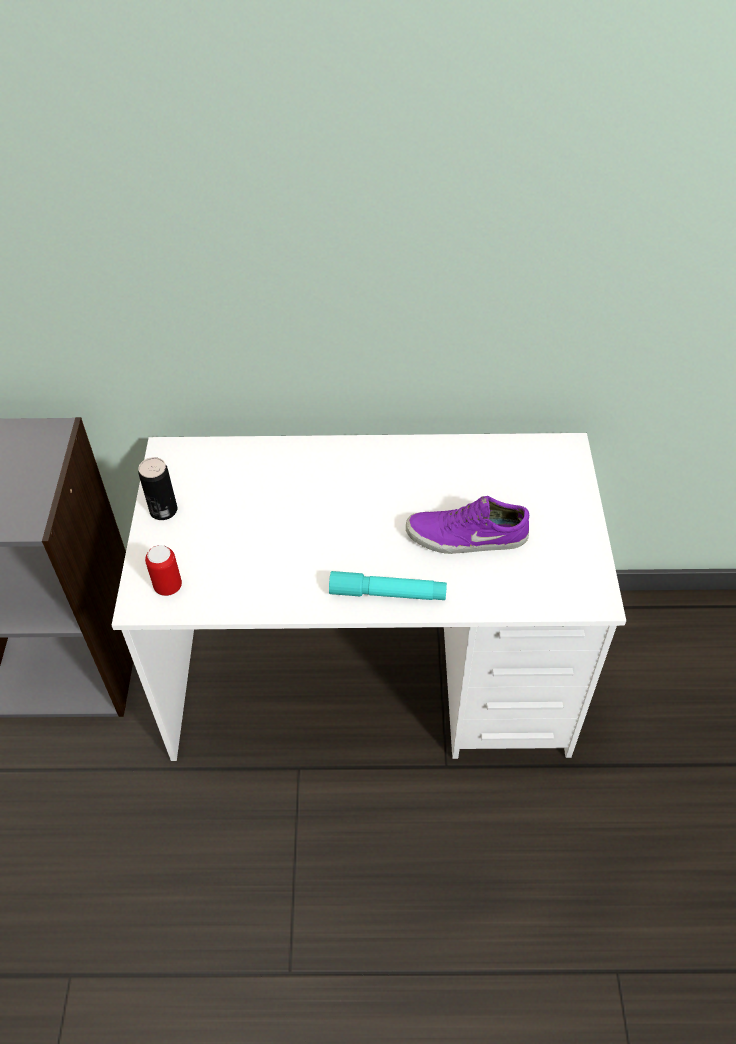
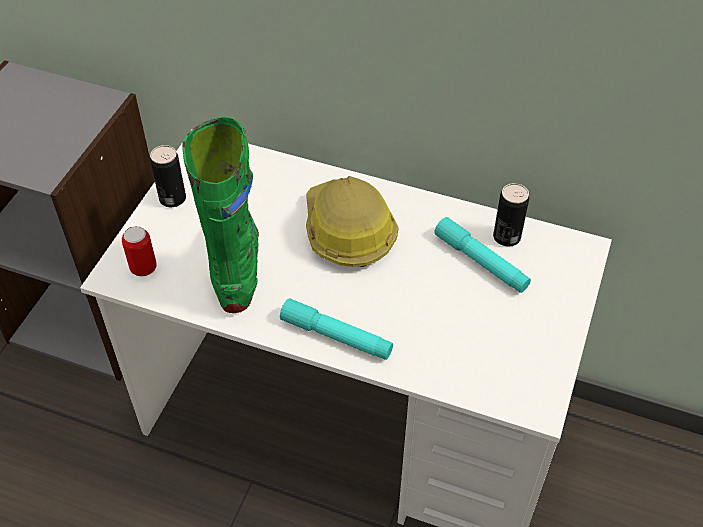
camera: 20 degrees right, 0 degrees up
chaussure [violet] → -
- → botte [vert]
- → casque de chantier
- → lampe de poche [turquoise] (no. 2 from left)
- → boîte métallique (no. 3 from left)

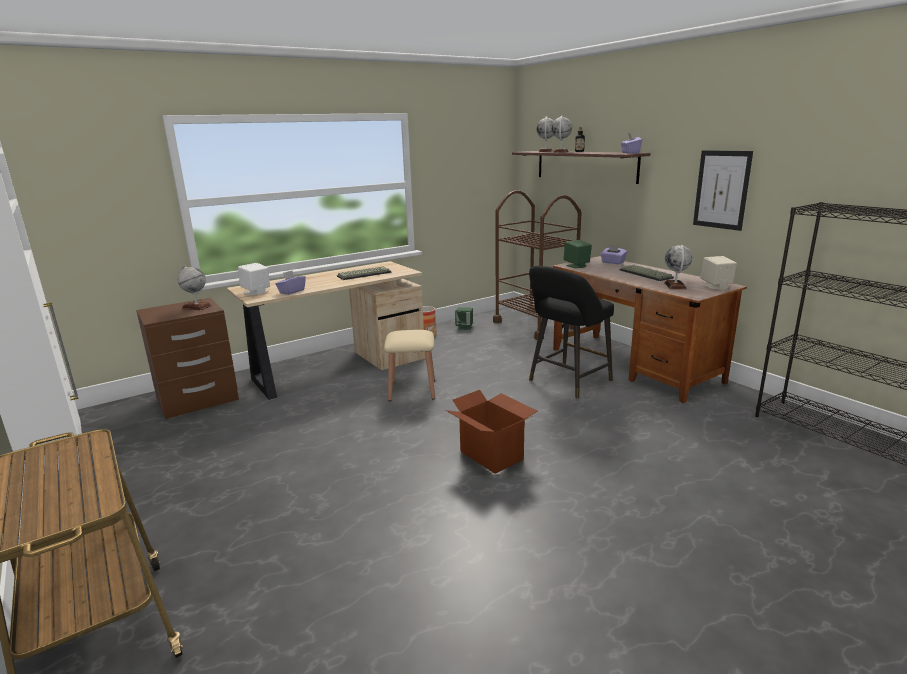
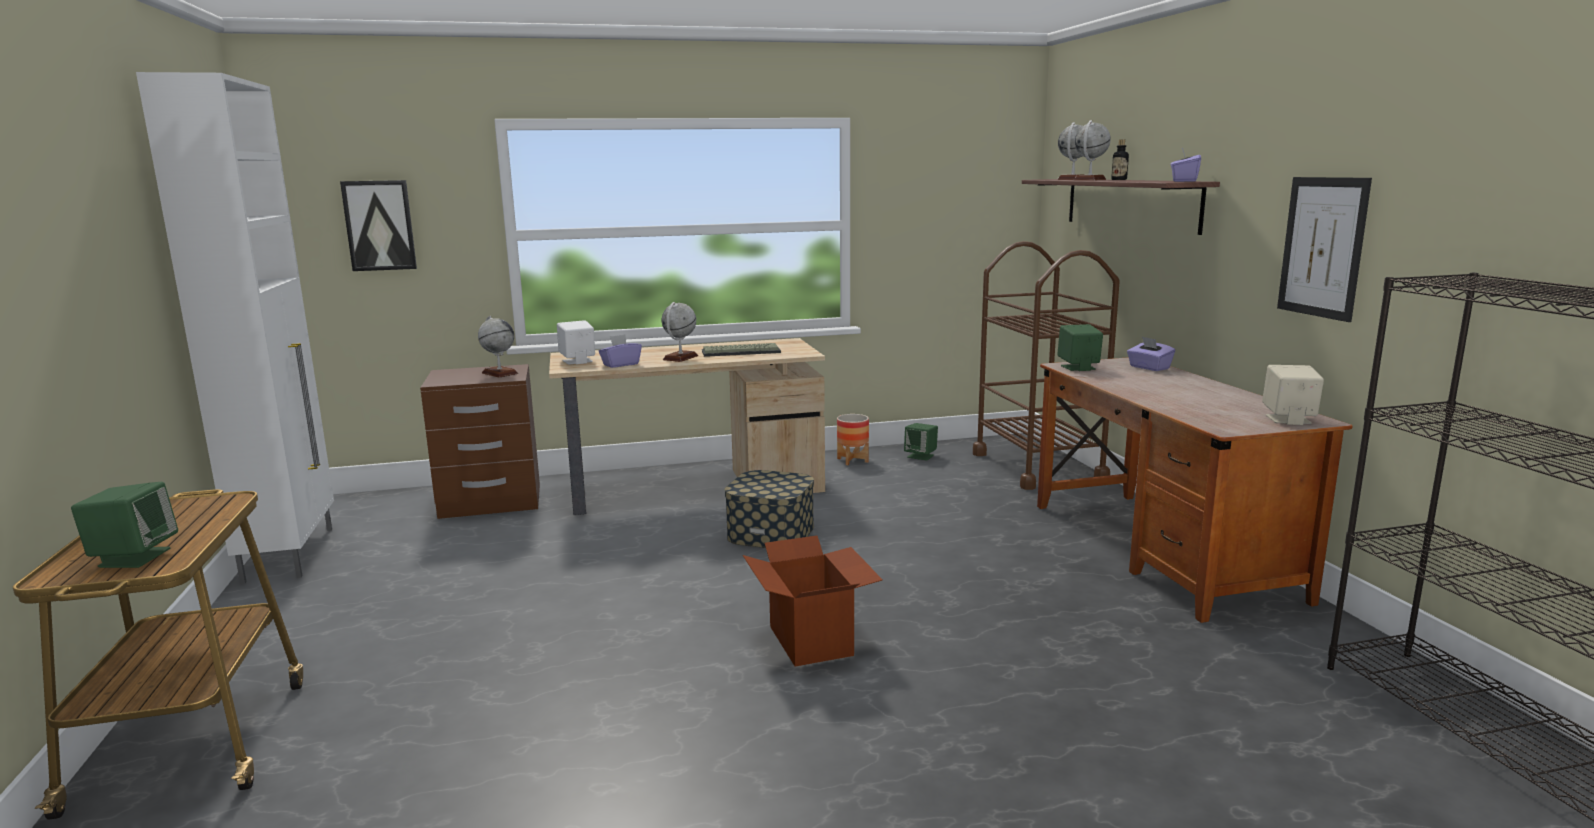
camera: 20 degrees right, 5 degrees down
tabouret [noir] → -
clavier (no. 2 from left) → -
- → enceinte [vert] (no. 1 from left)
- → tableau (no. 1 from left)
globe (no. 4 from left in the first image) → globe (no. 2 from left), relocated
tabouret [beige] → boîte de rangement

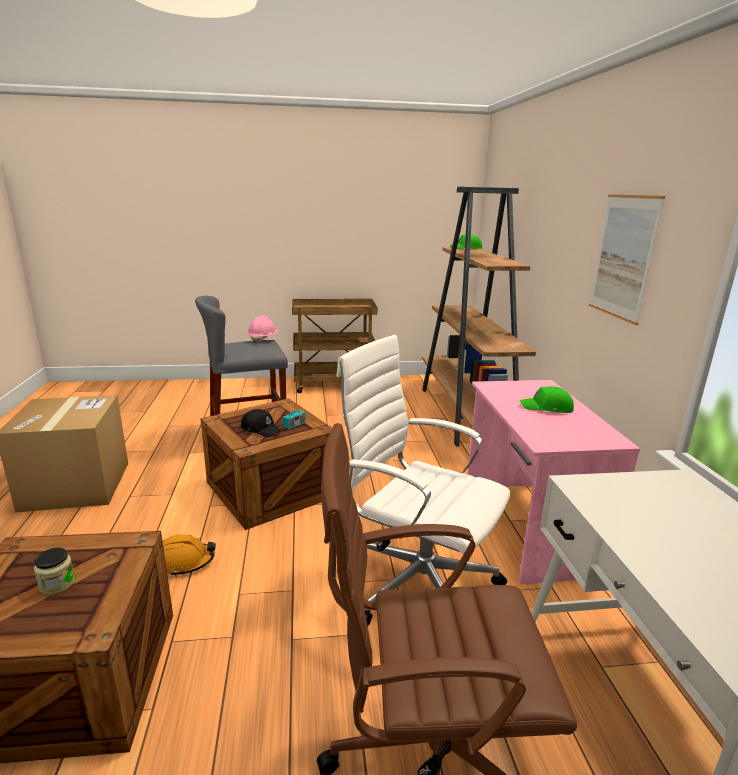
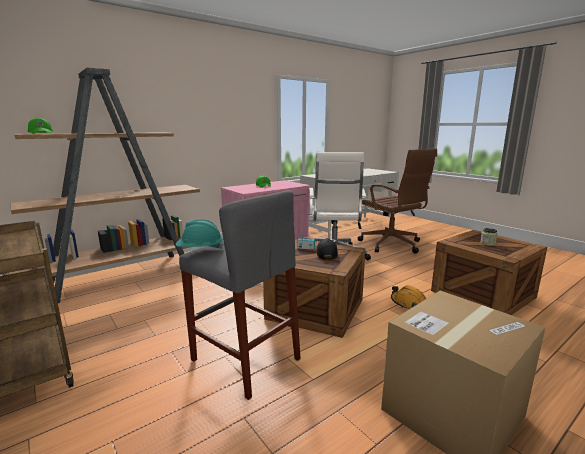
camera: 120 degrees left, 5 degrees down
tableau → -
casque de chantier [rose] → casque de chantier [turquoise]

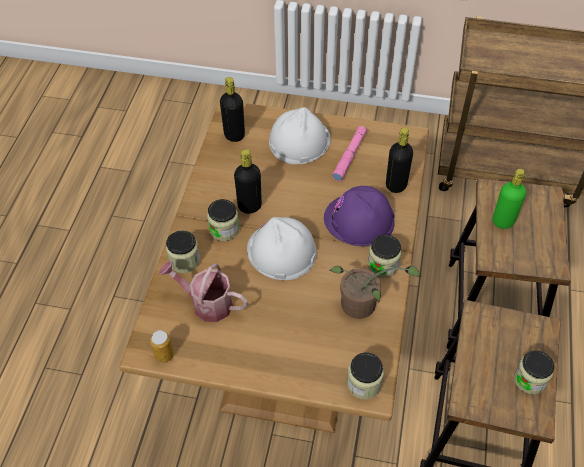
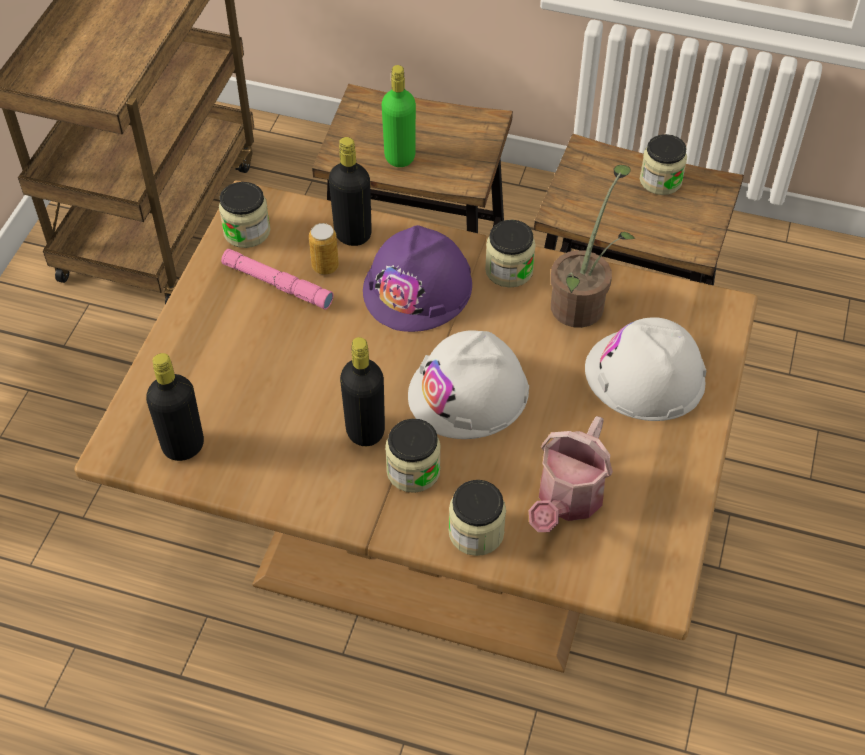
camera: 85 degrees left, 0 degrees up
boîte métallique, relocated
casque de chantier [blanc] (no. 2 from left), relocated
bocal (no. 3 from left in the first image) → bocal (no. 1 from left), relocated

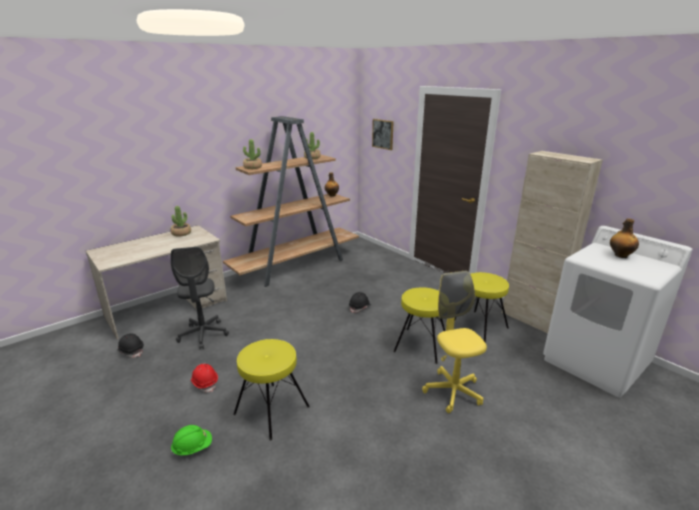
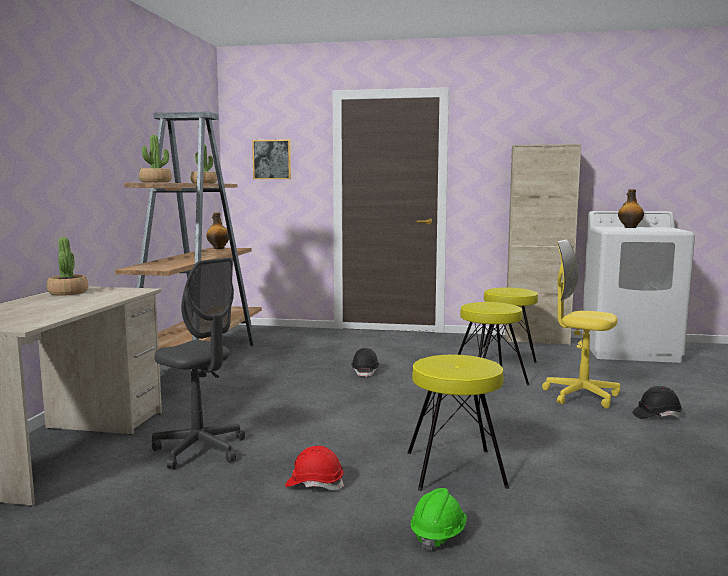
camera: 40 degrees left, 15 degrees down
casque de chantier [noir] (no. 1 from left in the first image) → casque de chantier [noir] (no. 2 from left), relocated

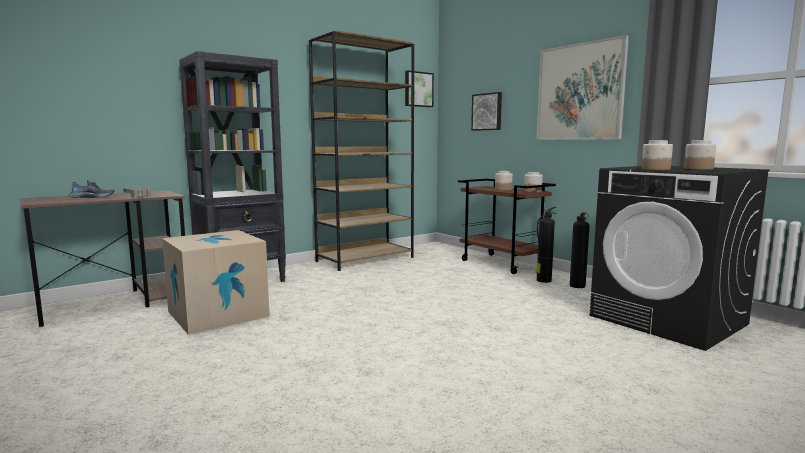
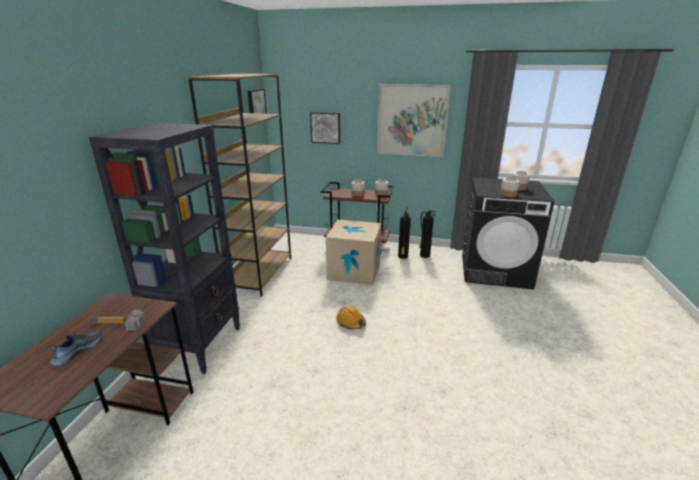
camera: 40 degrees left, 15 degrees up
- → casque de chantier [orange]
carton, relocated

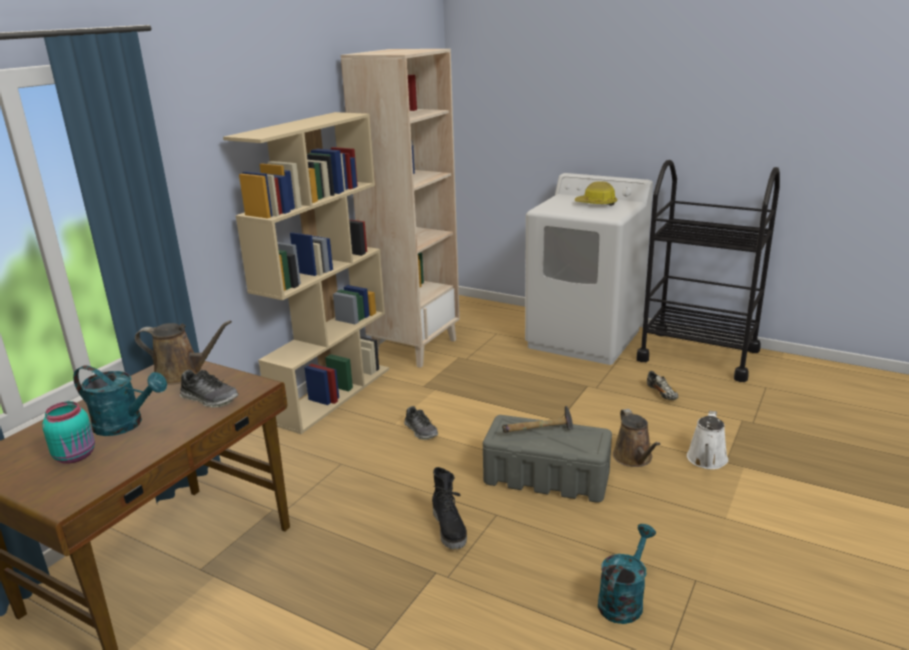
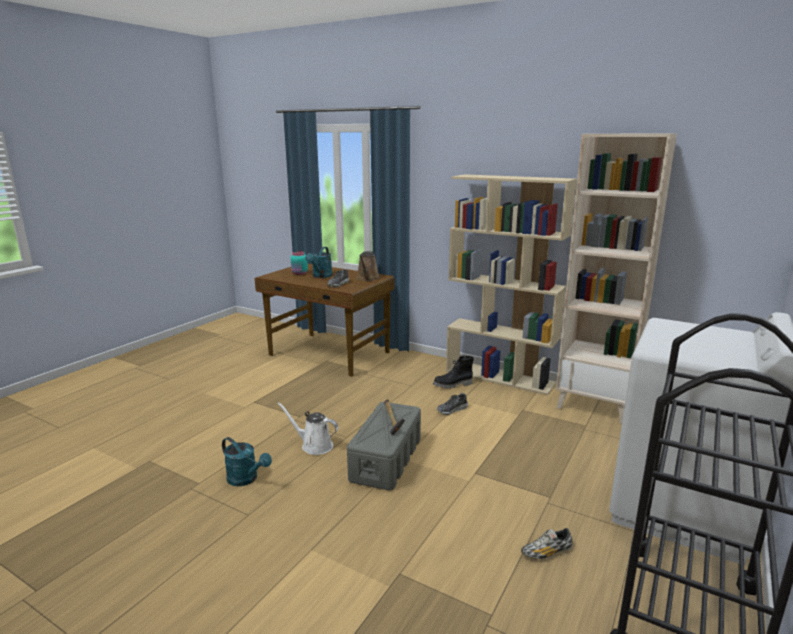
camera: 90 degrees right, 5 degrees down
casque de chantier → -
arrosoir [marron] (no. 2 from left) → -
botte [noir], relocated
arrosoir [blanc], relocated

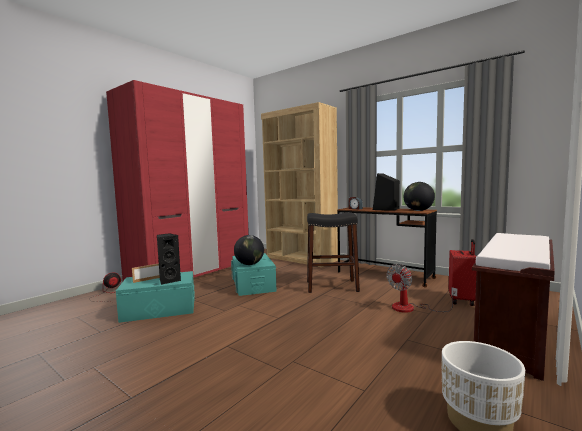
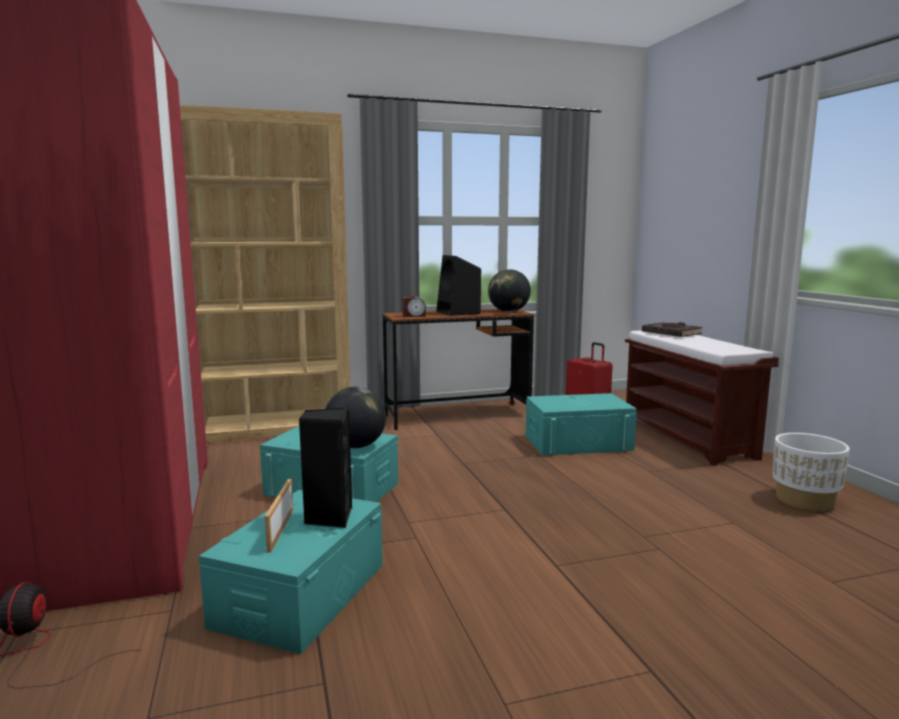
camera: 55 degrees left, 5 degrees up
tabouret [noir] → -
- → livre [noir]
ventilateur (no. 2 from left) → boîte de rangement [turquoise] (no. 3 from left)

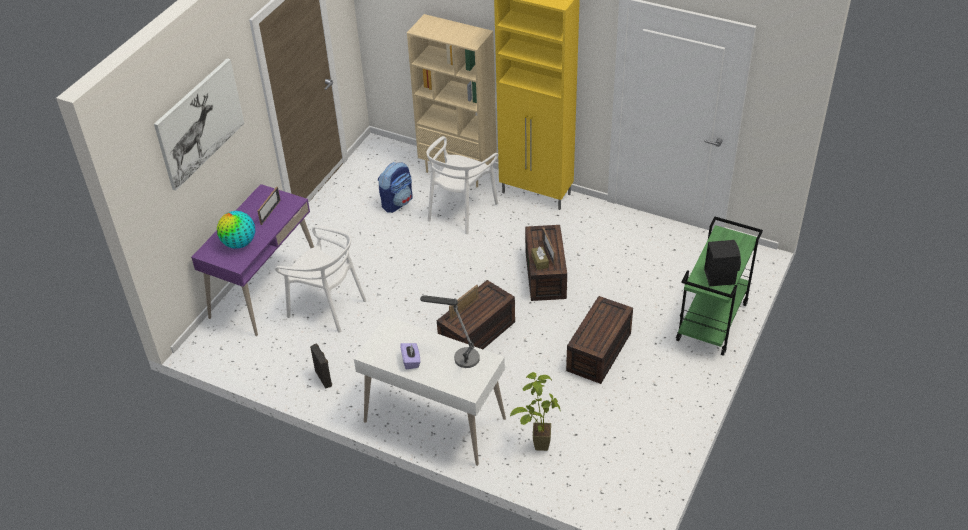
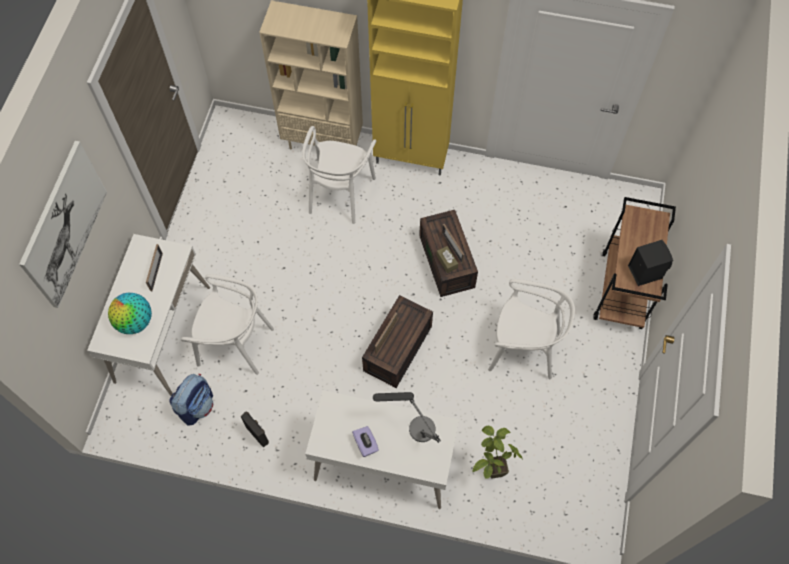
camera: 15 degrees left, 20 degrees up
sac à dos, relocated
boîte de rangement [marron] (no. 3 from left) → chaise [blanc] (no. 3 from left)
bureau [violet] → bureau [blanc] (no. 1 from left)
chariot [vert] → chariot [marron]

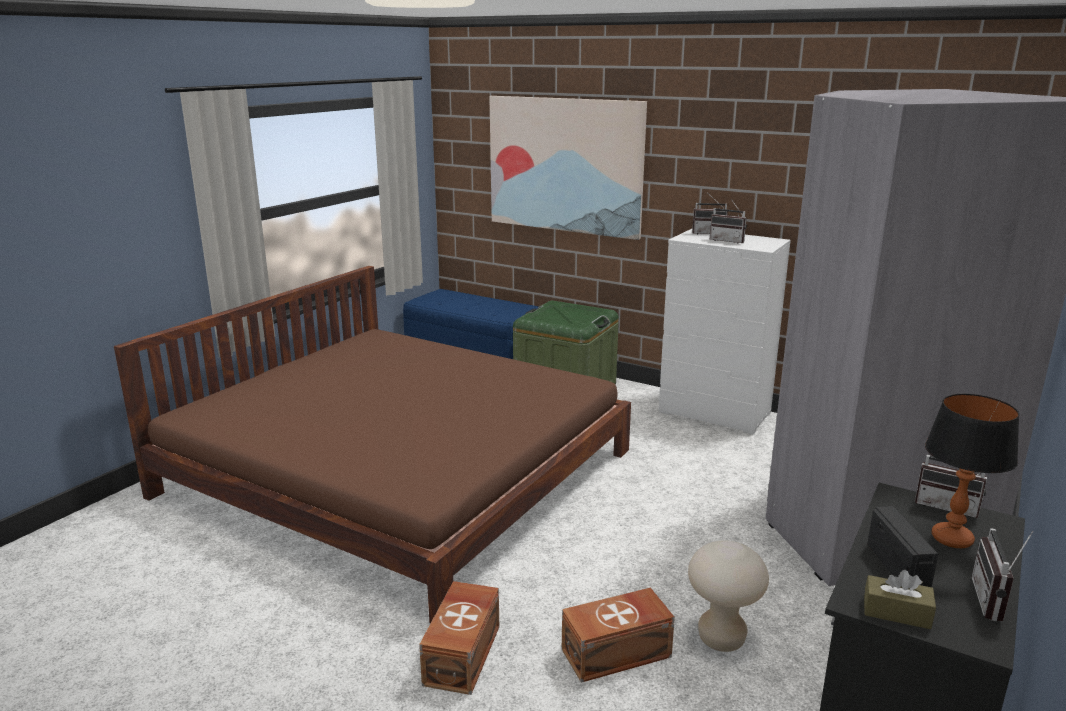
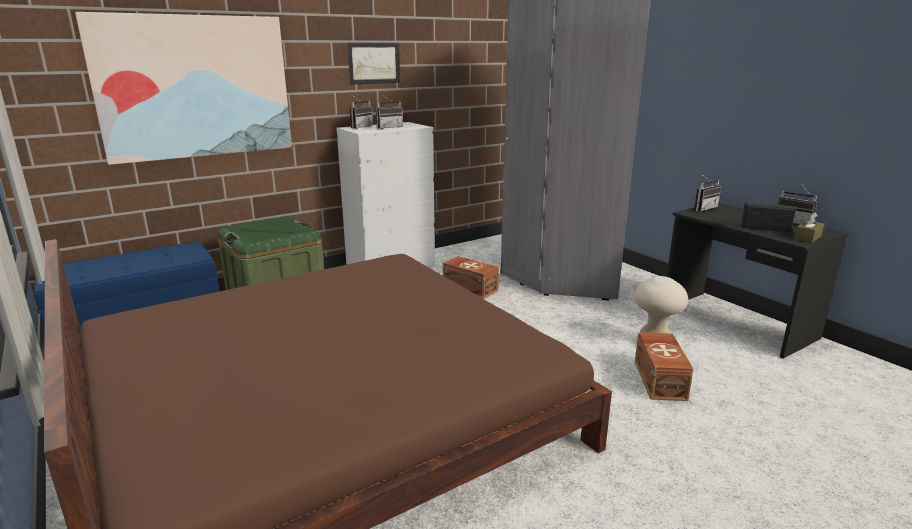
camera: 65 degrees left, 0 degrees up
lampe de table → -
- → tableau (no. 2 from left)
boîte de rangement [marron] (no. 1 from left), relocated

